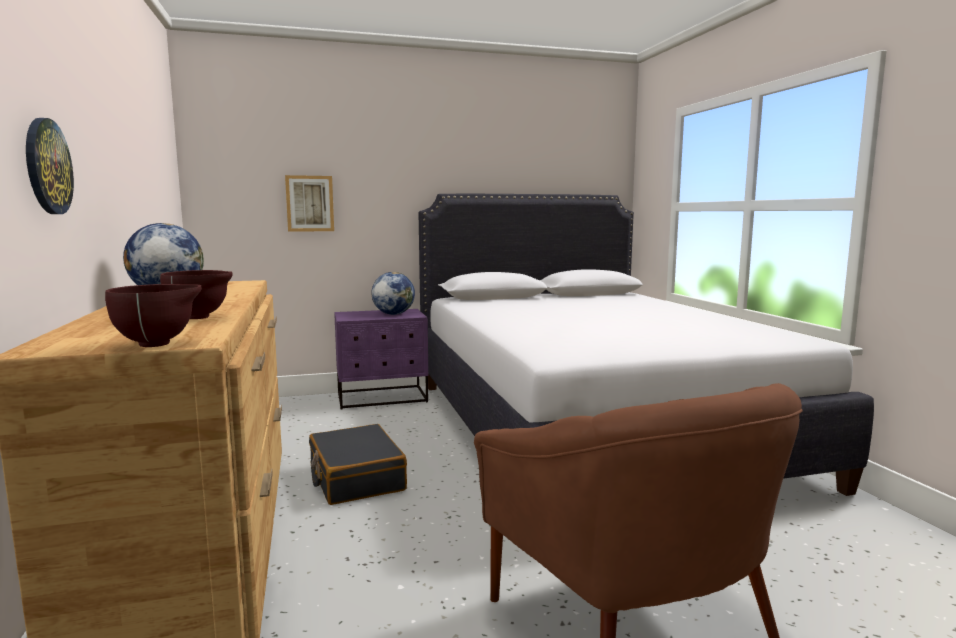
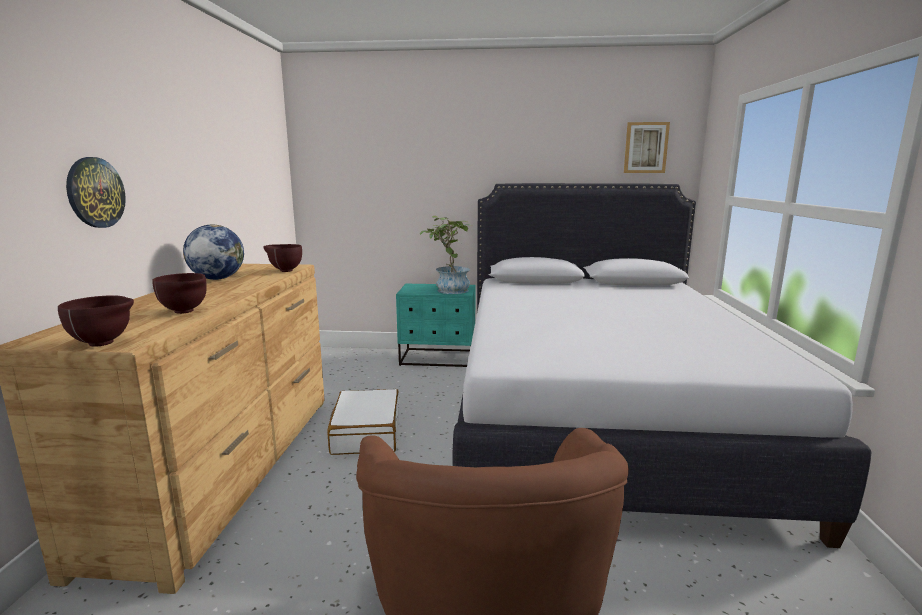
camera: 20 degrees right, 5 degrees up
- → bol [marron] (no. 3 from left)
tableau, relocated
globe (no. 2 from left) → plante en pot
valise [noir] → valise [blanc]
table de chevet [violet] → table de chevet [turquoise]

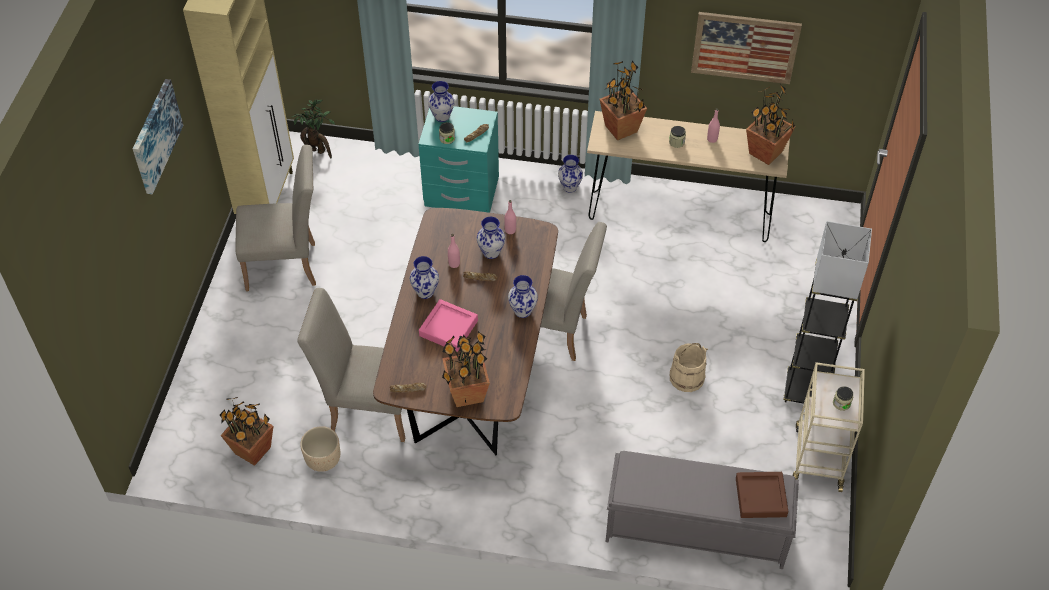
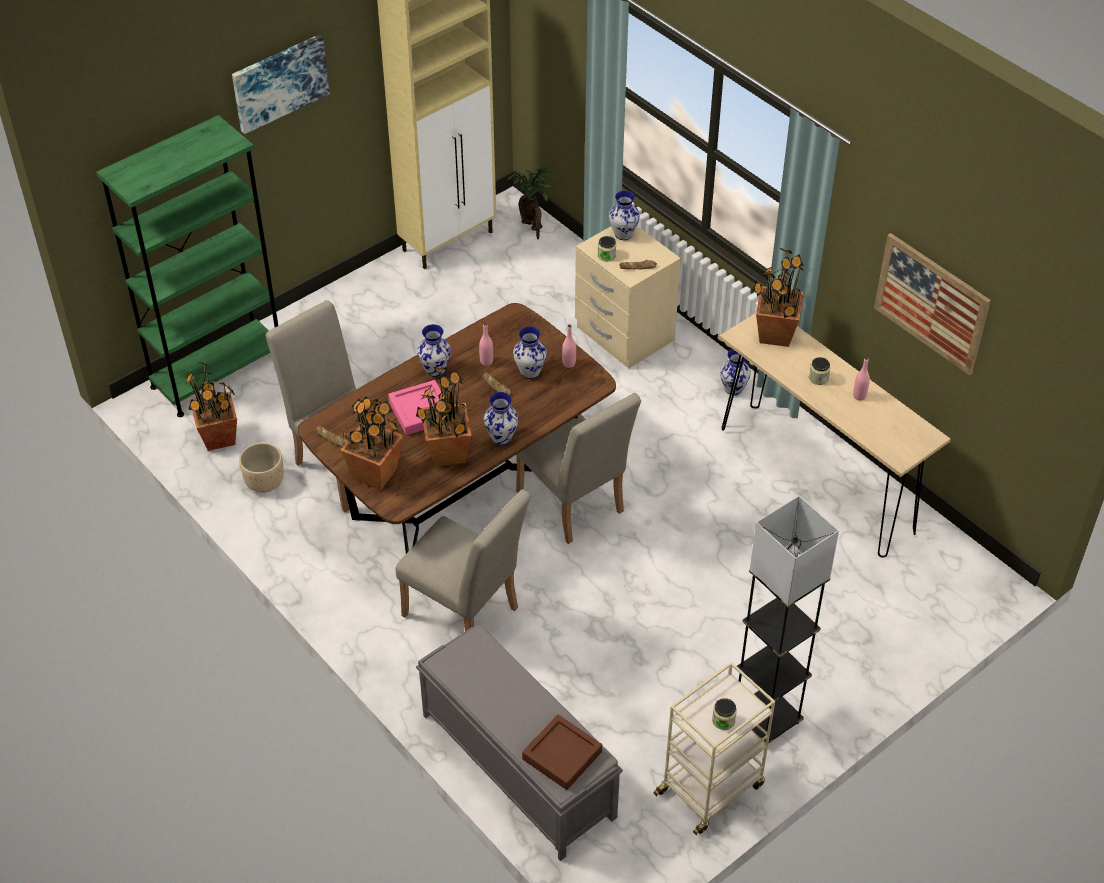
camera: 40 degrees right, 5 degrees down
seau [beige] → -
- → bibliothèque [vert]
chaise [beige] (no. 1 from left in the first image) → chaise [beige] (no. 2 from left), relocated
plante en pot (no. 5 from left in the first image) → plante en pot (no. 3 from left), relocated
table de chevet [turquoise] → table de chevet [beige]

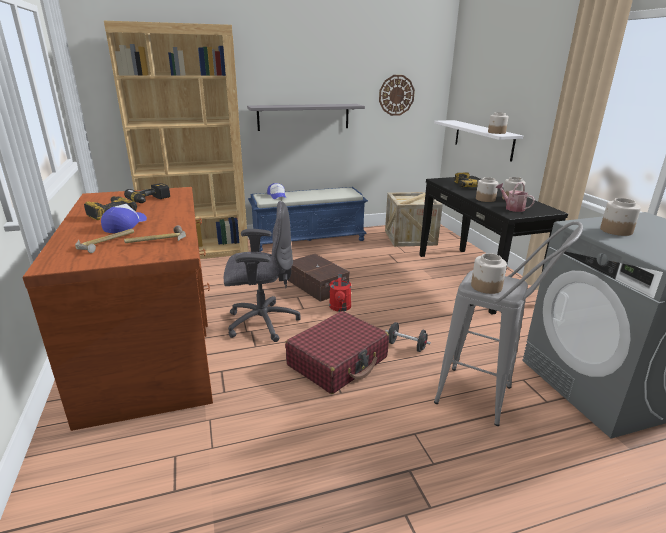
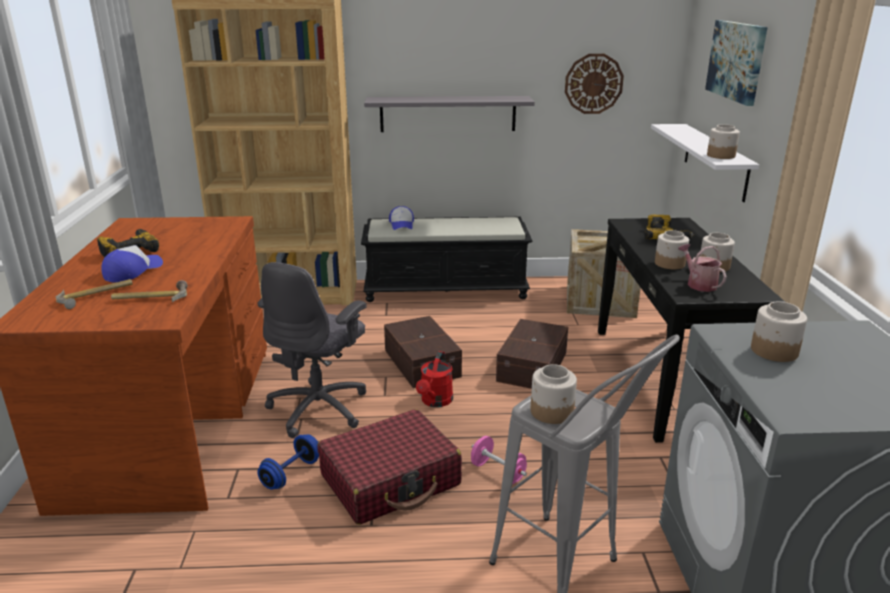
camera: 15 degrees right, 0 degrees up
perceuse (no. 2 from left) → -
- → haltère [bleu]
- → boîte de rangement [marron] (no. 2 from left)
- → tableau
banc [bleu] → banc [noir]
haltère [noir] → haltère [rose]
chaise de bureau [gris], 105 degrees clockwise

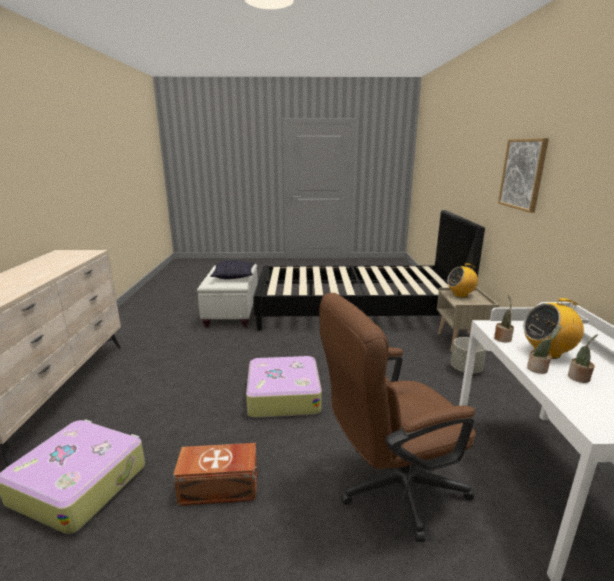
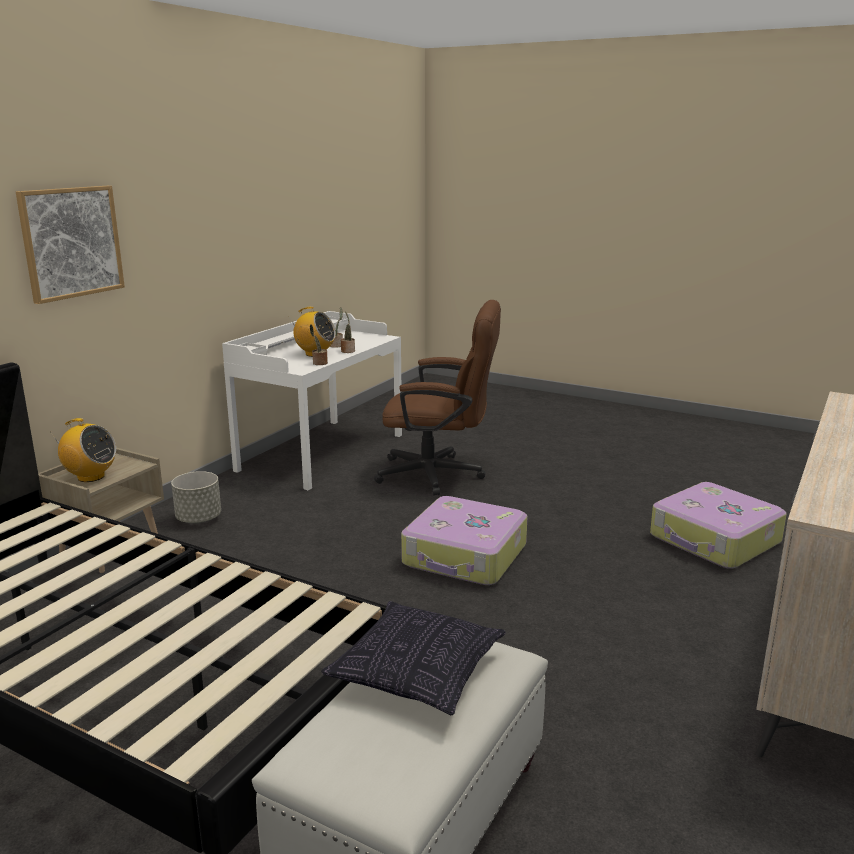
camera: 150 degrees left, 0 degrees up
boîte de rangement [marron] → -

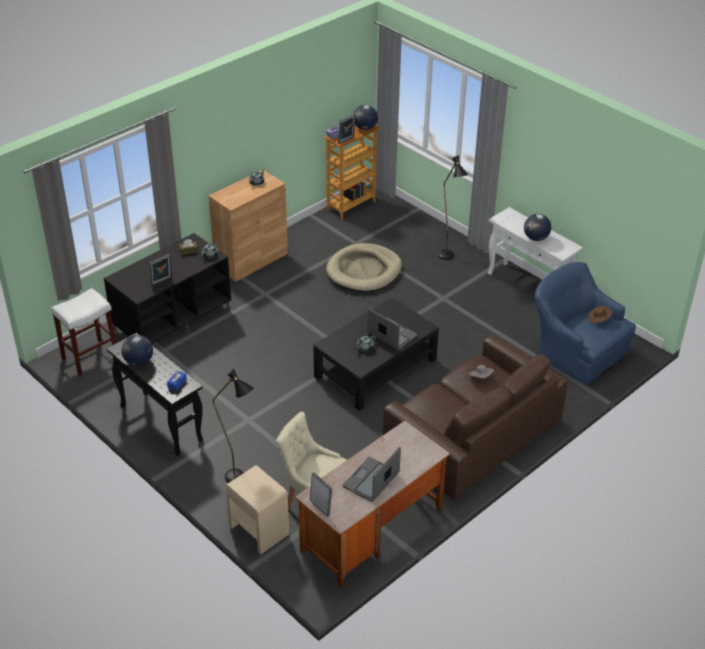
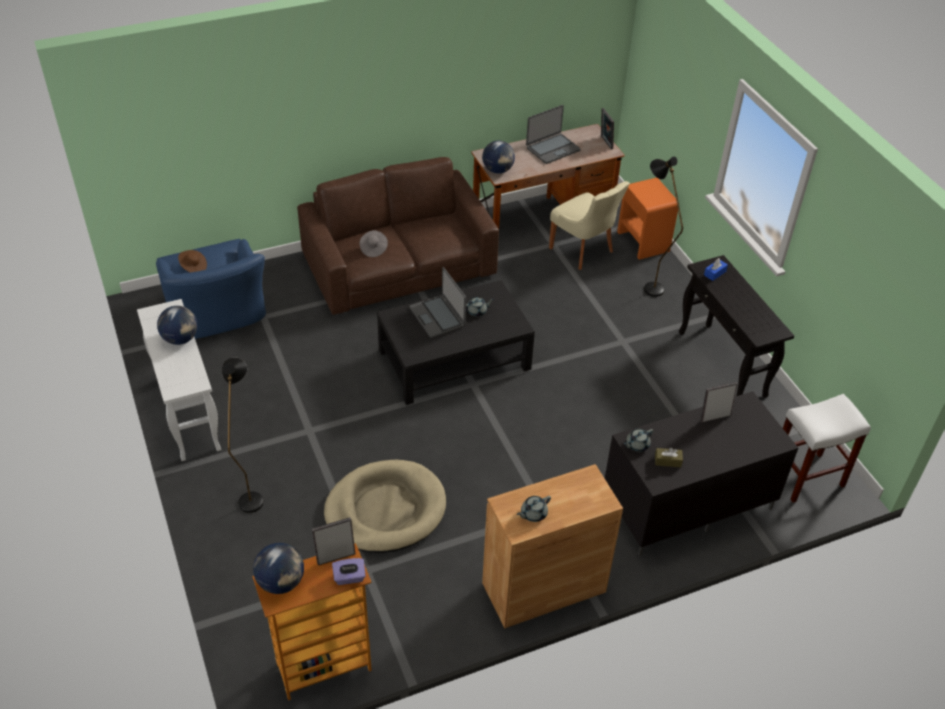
camera: 160 degrees left, 5 degrees up
globe (no. 1 from left in the first image) → globe (no. 3 from left), relocated
table de chevet [beige] → table de chevet [orange]

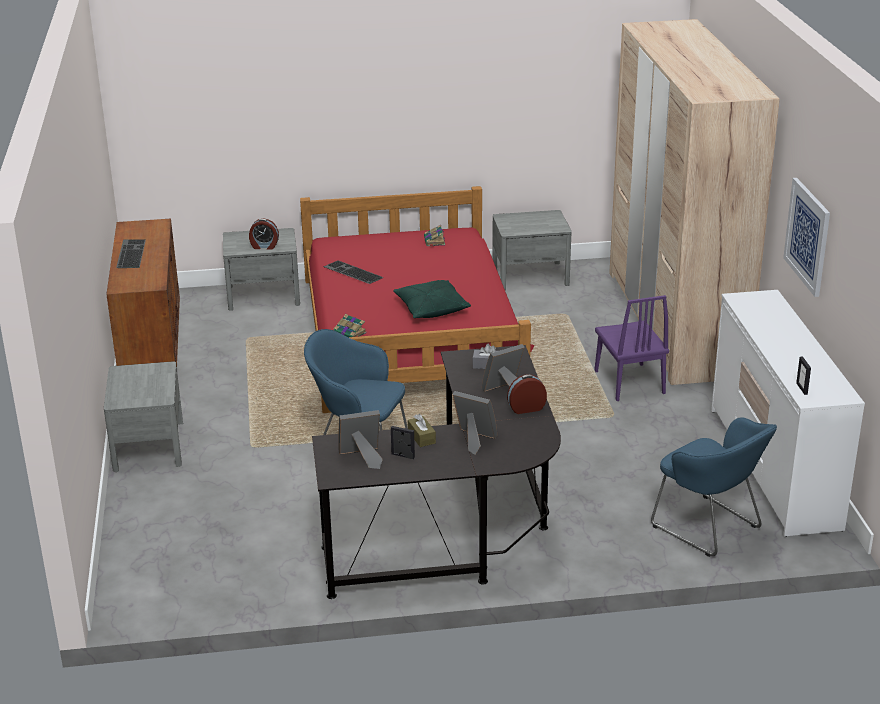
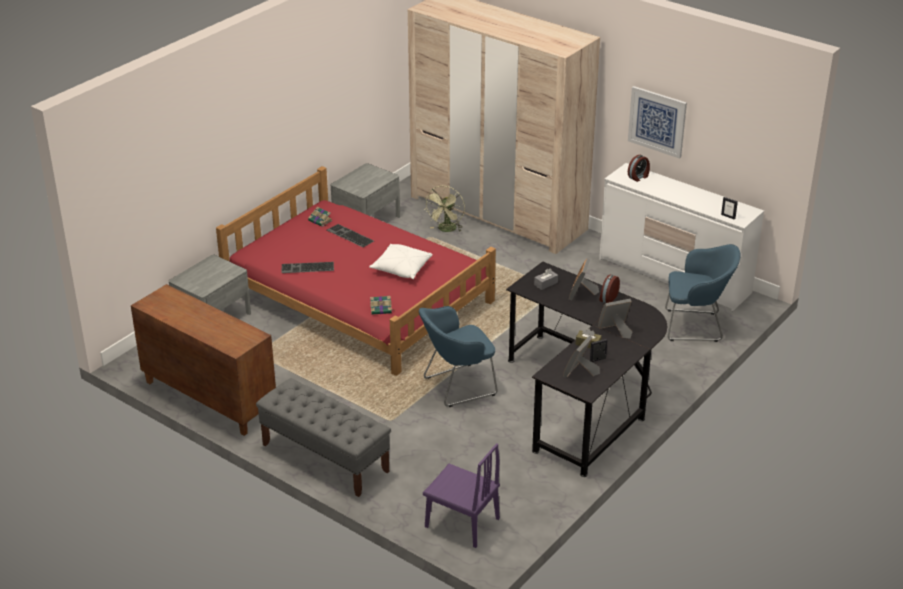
camera: 45 degrees left, 5 degrees up
- → ventilateur [vert]
clavier (no. 1 from left in the first image) → clavier (no. 2 from left), relocated
réveil (no. 1 from left in the first image) → réveil (no. 2 from left), relocated
chaise [violet], relocated
table de chevet [gris] (no. 1 from left) → banc [gris]
coussin [vert] → coussin [blanc]

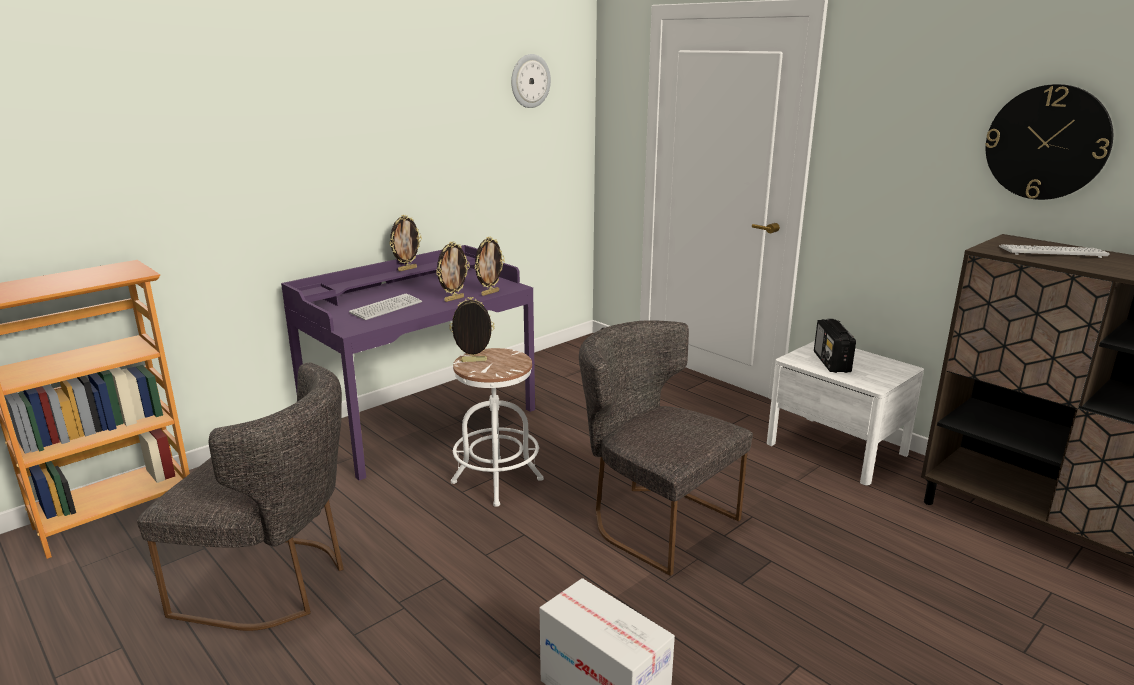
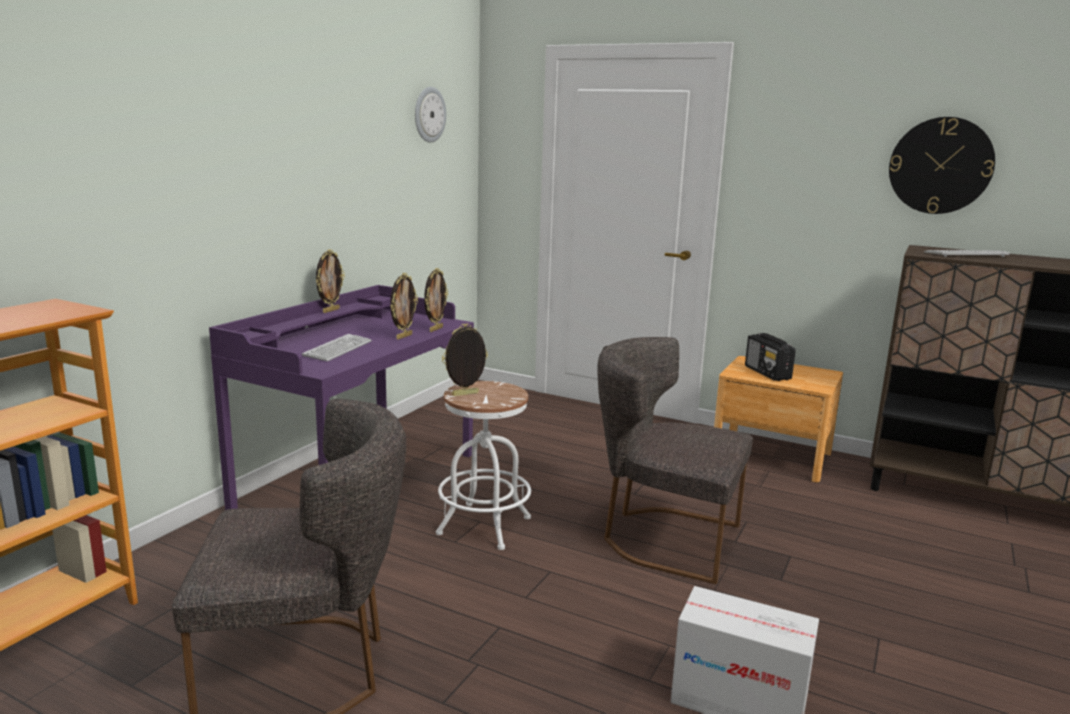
camera: 20 degrees left, 5 degrees down
table de chevet [blanc] → table de chevet [marron]

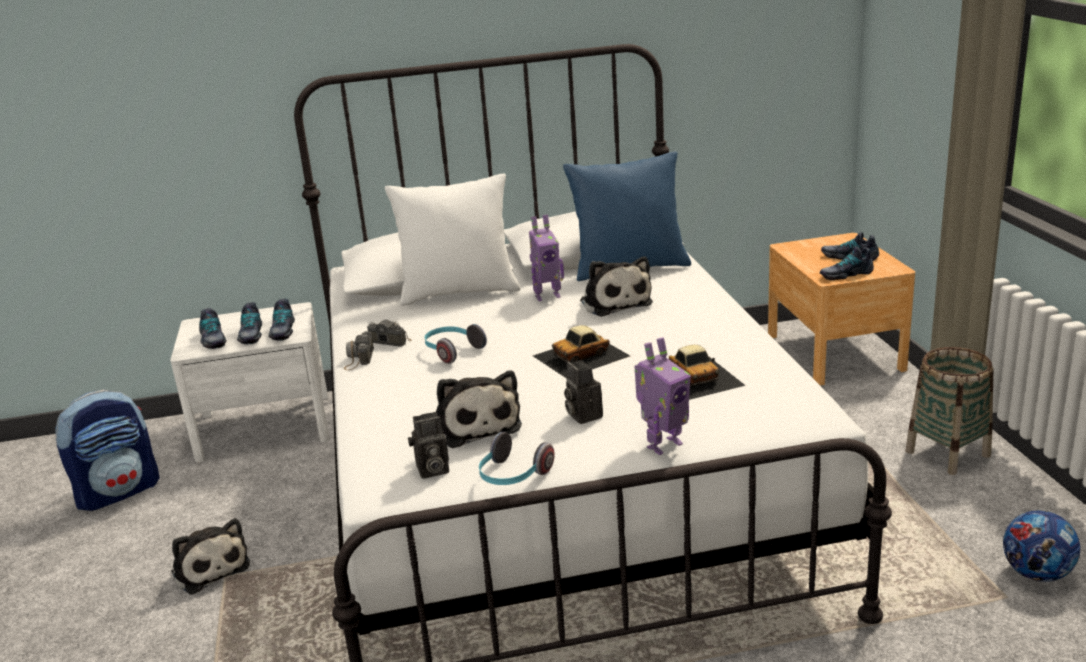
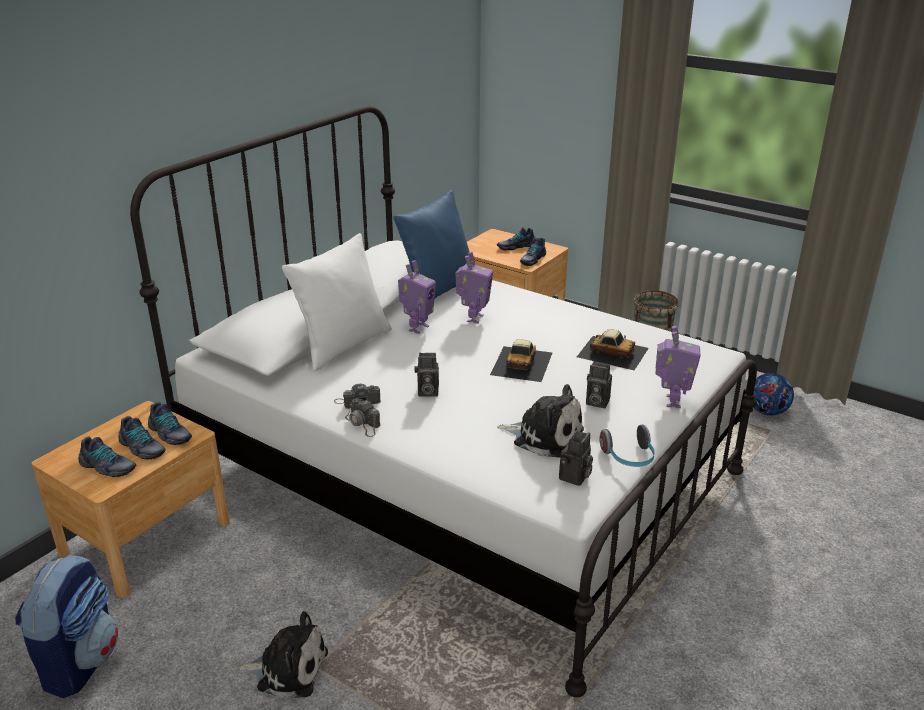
camera: 45 degrees left, 5 degrees up
casque audio (no. 1 from left) → appareil photo (no. 3 from left)
peluche (no. 3 from left) → robot jouet (no. 2 from left)
table de chevet [blanc] → table de chevet [marron] (no. 1 from left)

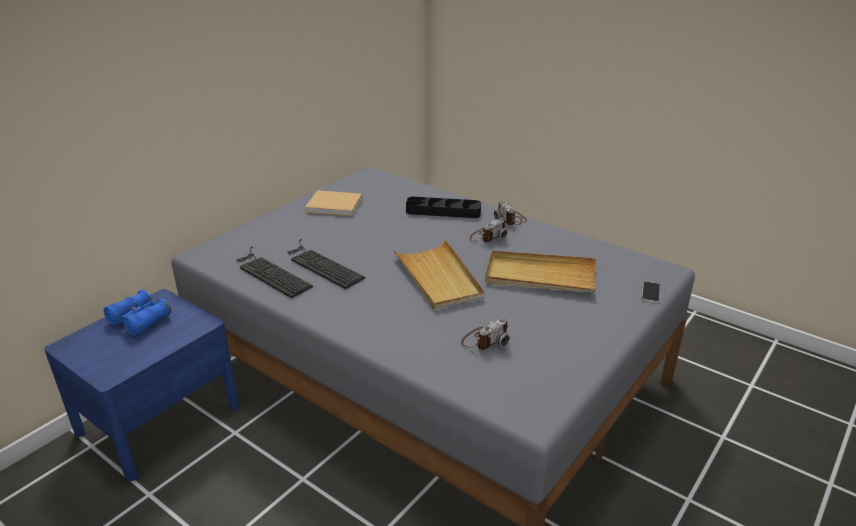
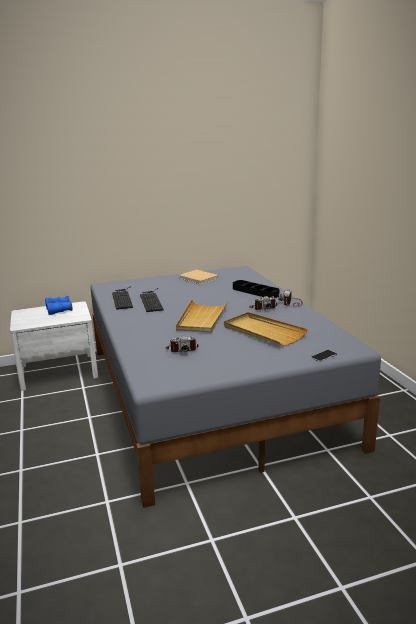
camera: 35 degrees right, 10 degrees down
table de chevet [bleu] → table de chevet [blanc]

